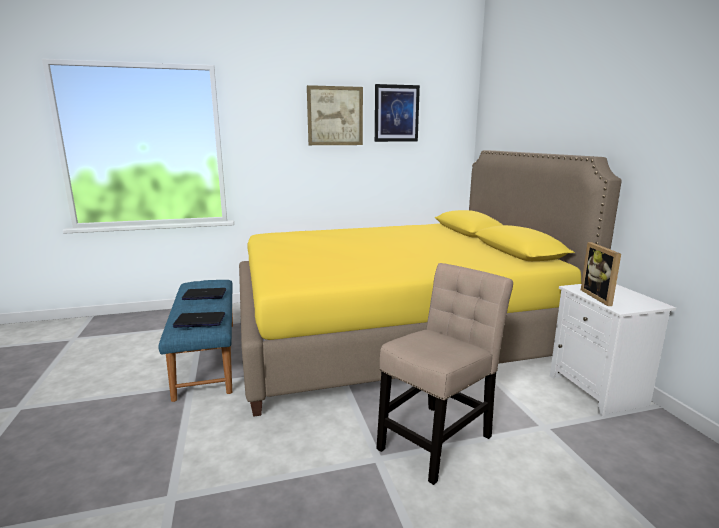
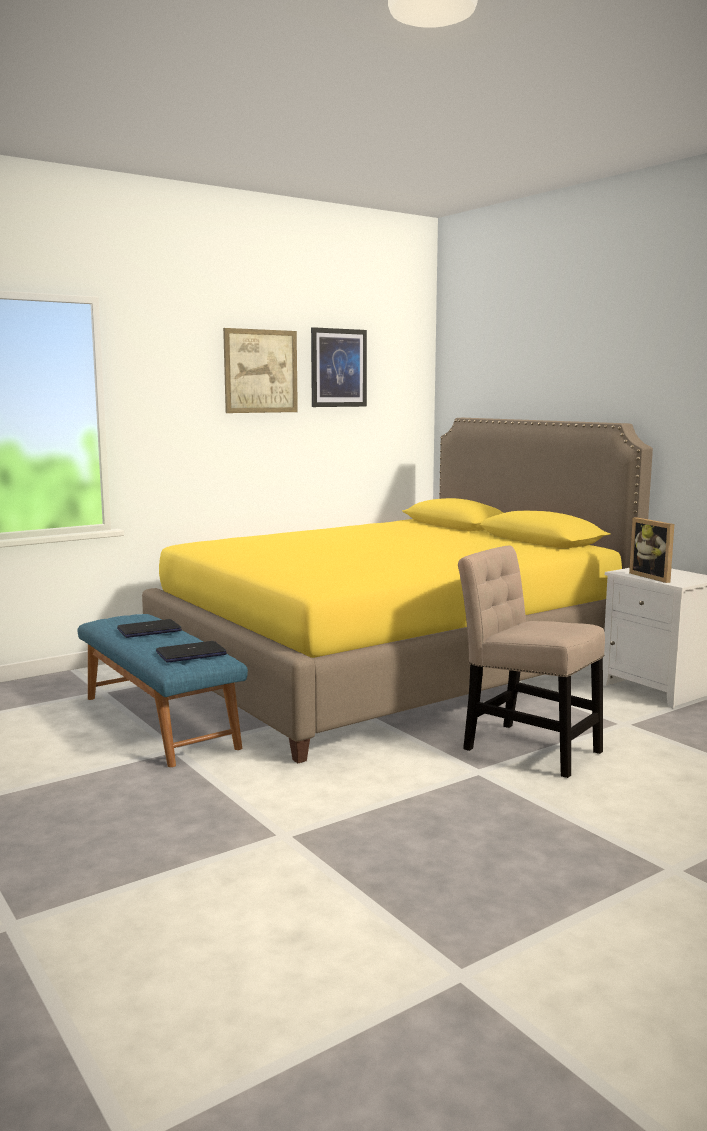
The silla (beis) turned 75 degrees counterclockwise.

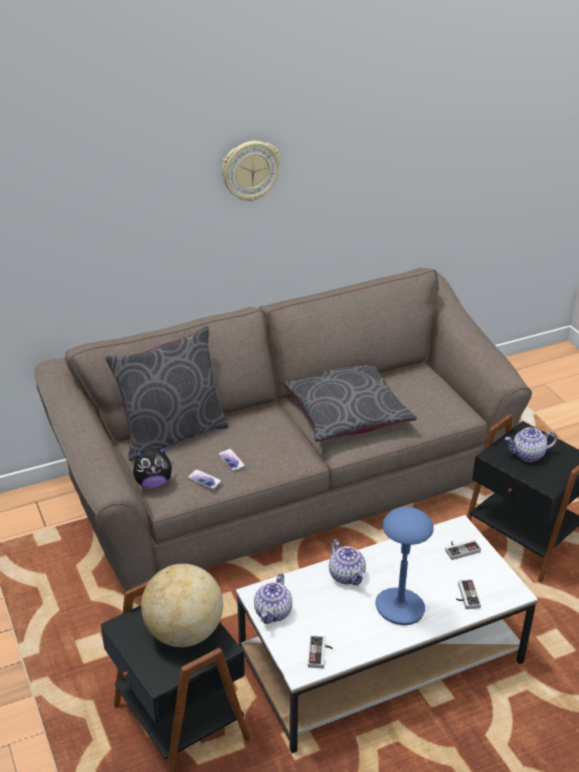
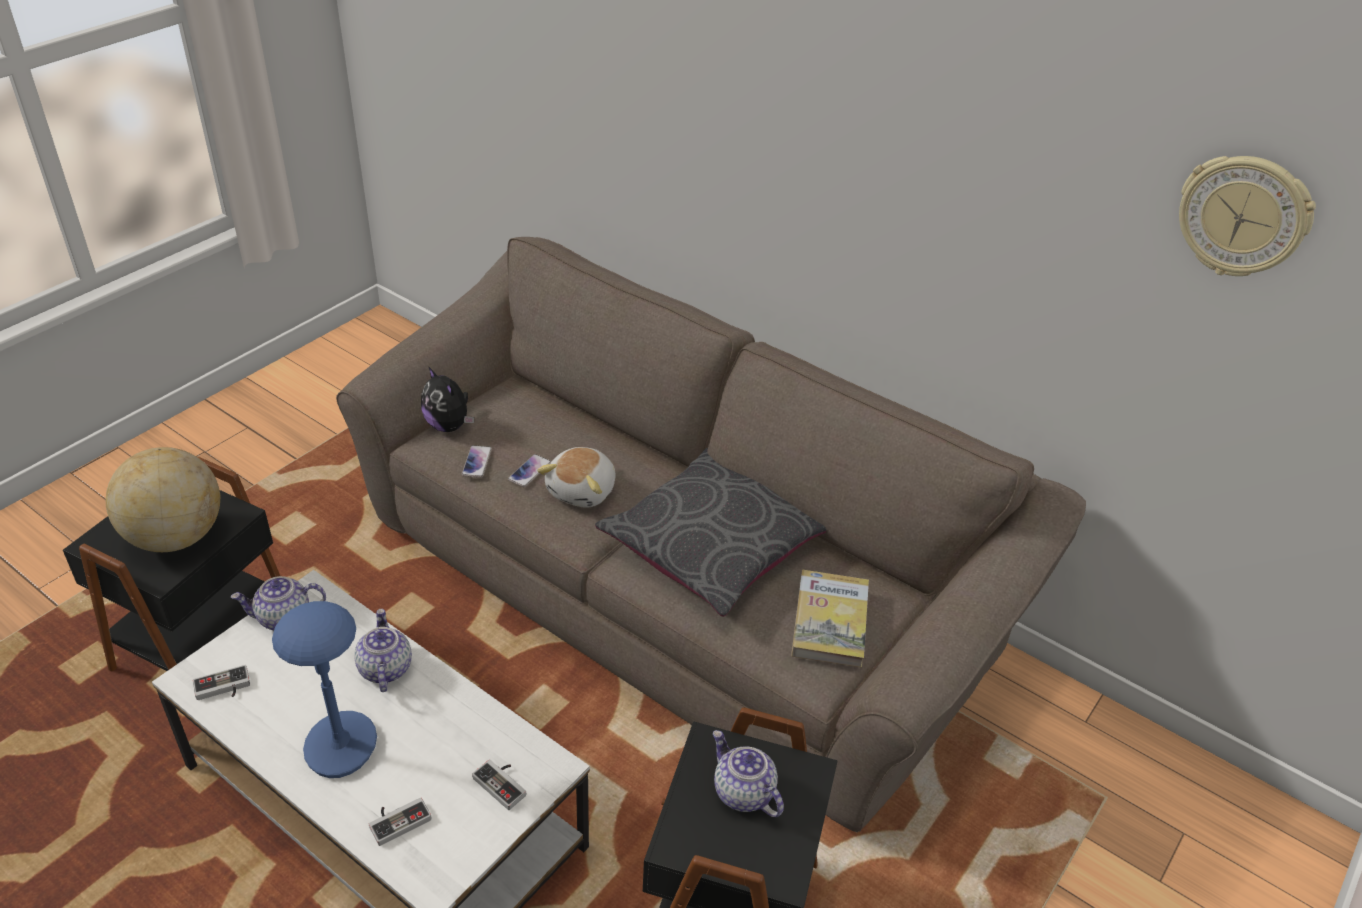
The cojín (gris) (no. 1 from left) disappeared. The reloj de pared moved. The tetera (no. 2 from left) turned 135 degrees clockwise. The peluche (no. 2 from left) appeared. The libro appeared.

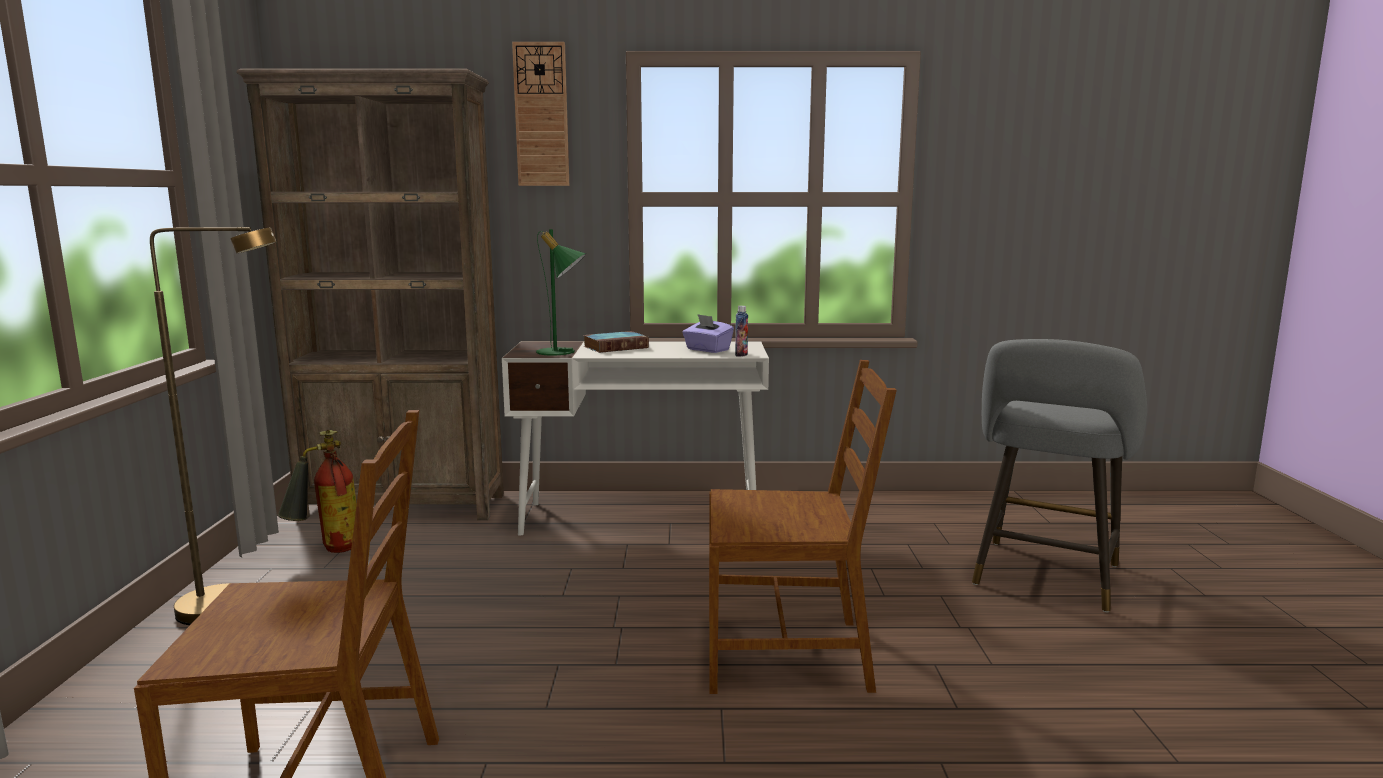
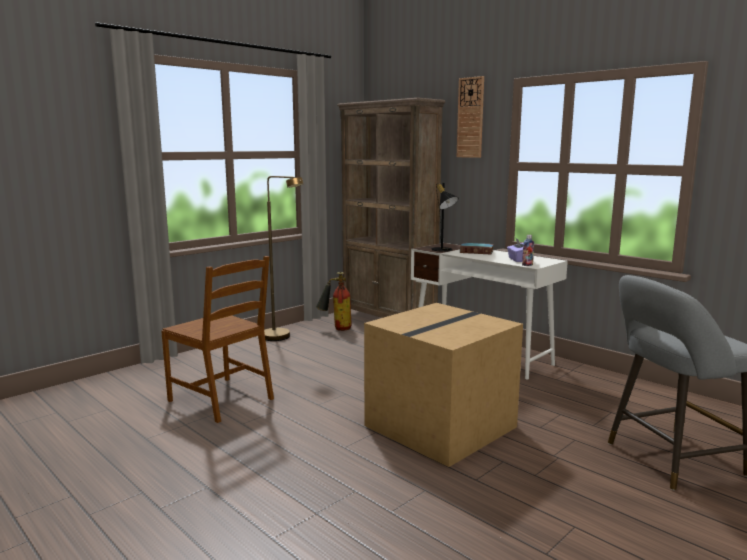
The lámpara de mesa (verde) became the lámpara de mesa (negro). The silla (marrón) (no. 2 from left) was replaced by the caja de cartón.

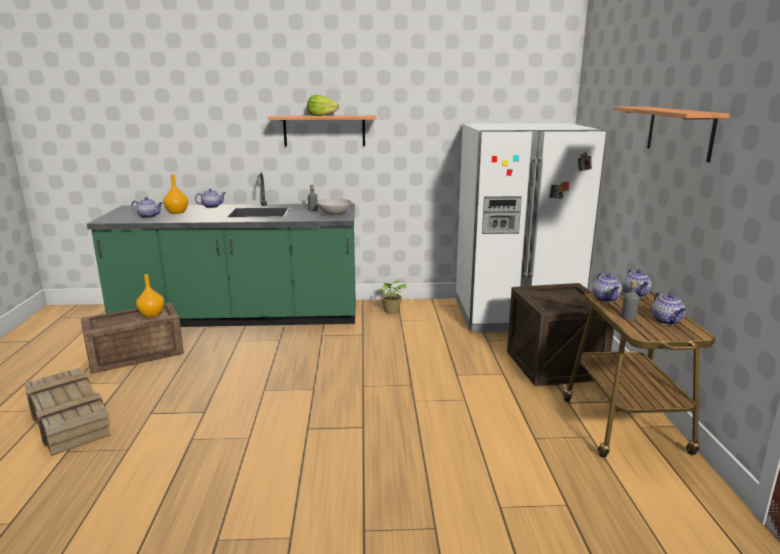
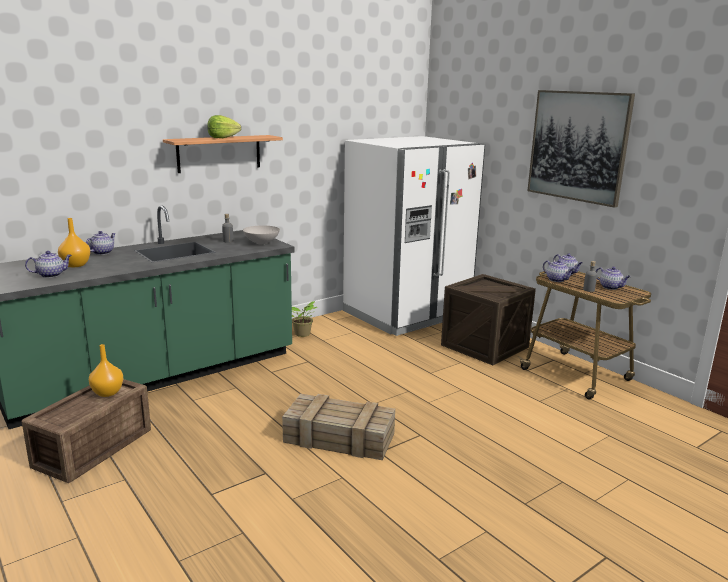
The caja de embalaje (no. 1 from left in the first image) moved. The estante (no. 2 from left) was replaced by the cuadro.

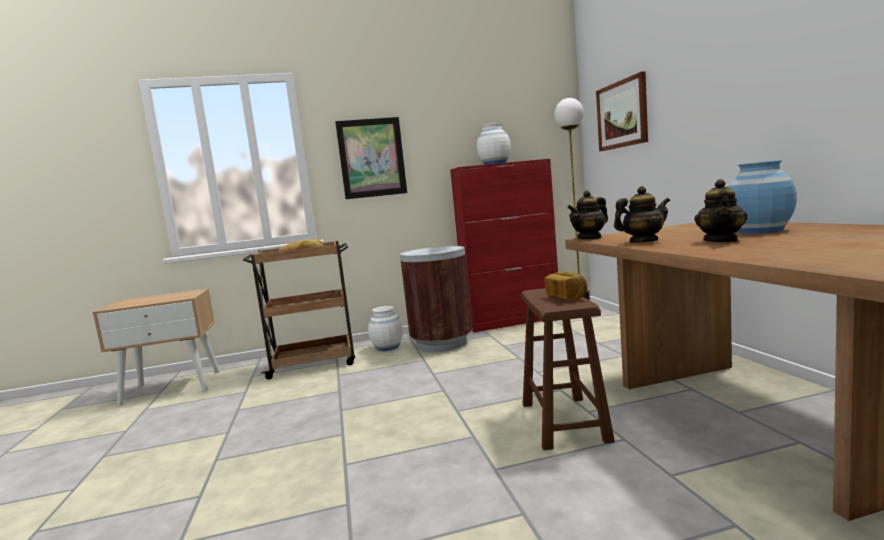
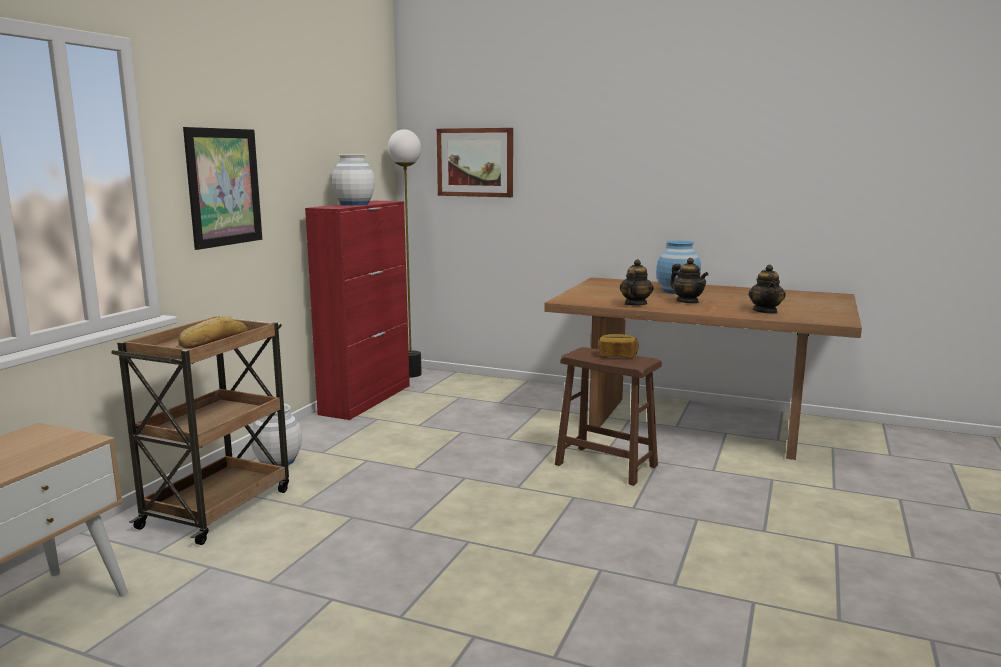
The papelera (marrón) disappeared. The tetera (no. 1 from left in the first image) moved.

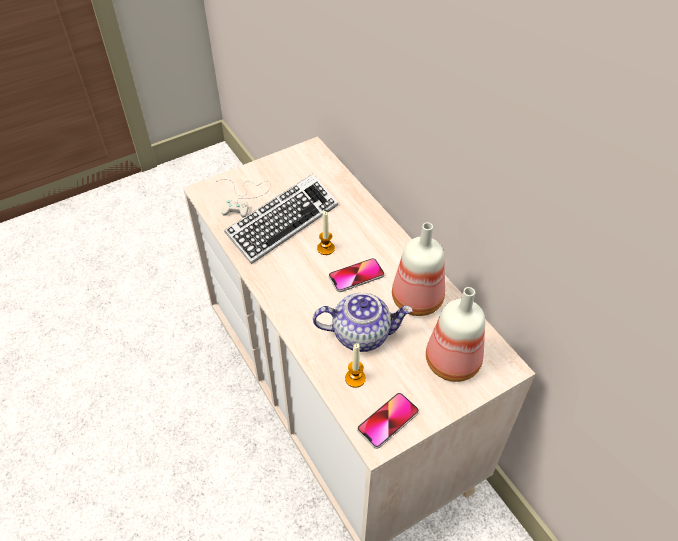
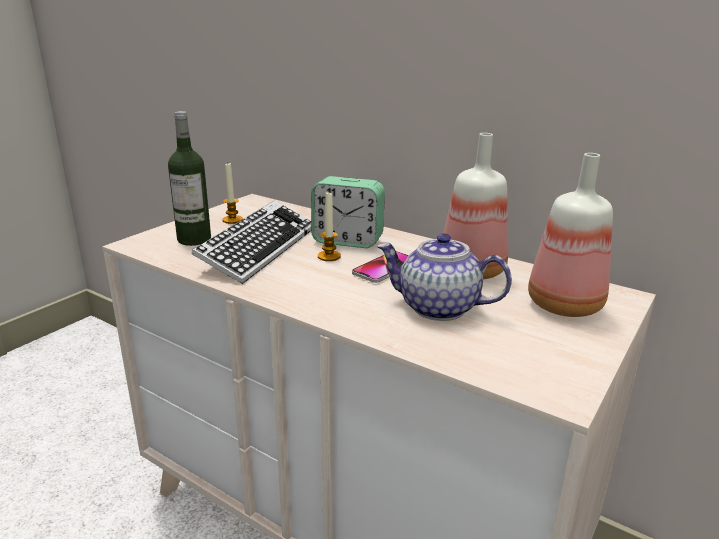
The mando de consola (blanco) was replaced by the botella (no. 1 from left). The tetera turned 135 degrees counterclockwise. The vela (no. 2 from left in the first image) moved. The móvil (no. 2 from left) disappeared. The despertador appeared.

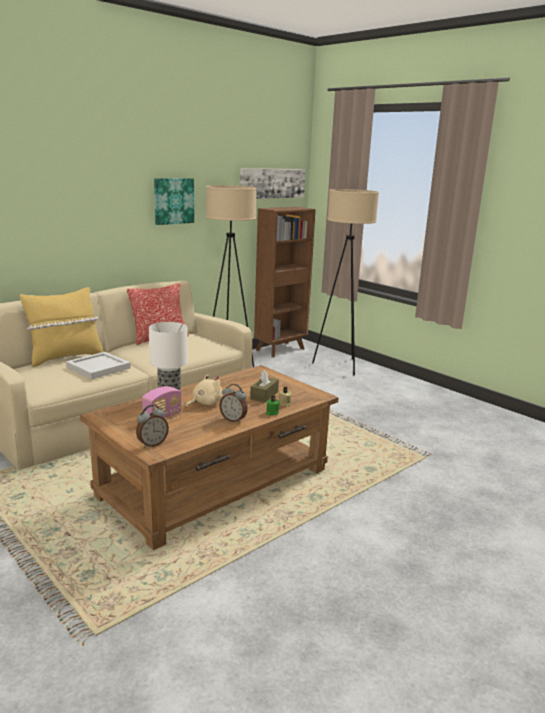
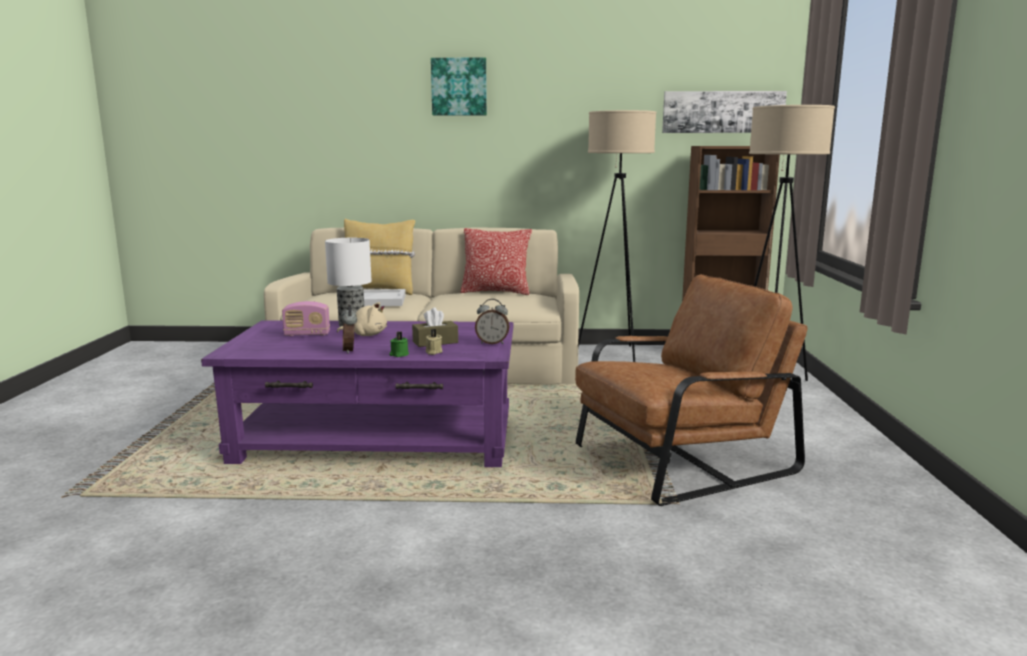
The mesa de centro (marrón) became the mesa de centro (morado). The despertador (no. 1 from left in the first image) moved. The cuadro (no. 1 from left) moved. The sillón (marrón) appeared.

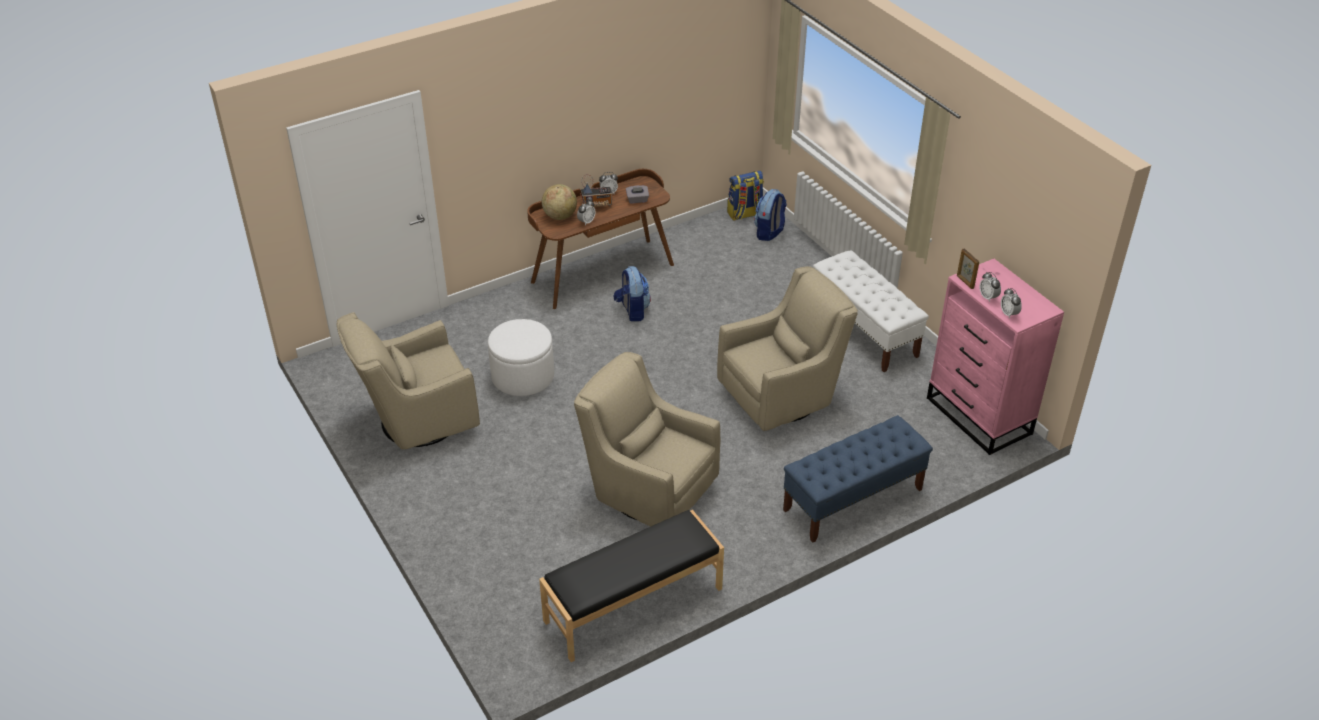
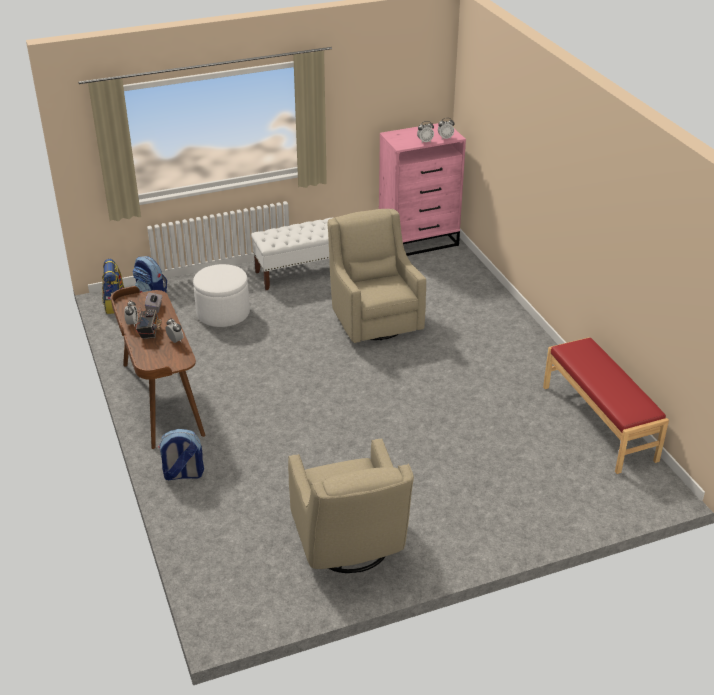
The puf (blanco) moved. The banco (negro) became the banco (rojo). The globo terráqueo disappeared. The sillón (beis) (no. 2 from left) disappeared. The mochila (no. 1 from left in the first image) moved. The banco (azul) disappeared. The portarretratos disappeared.

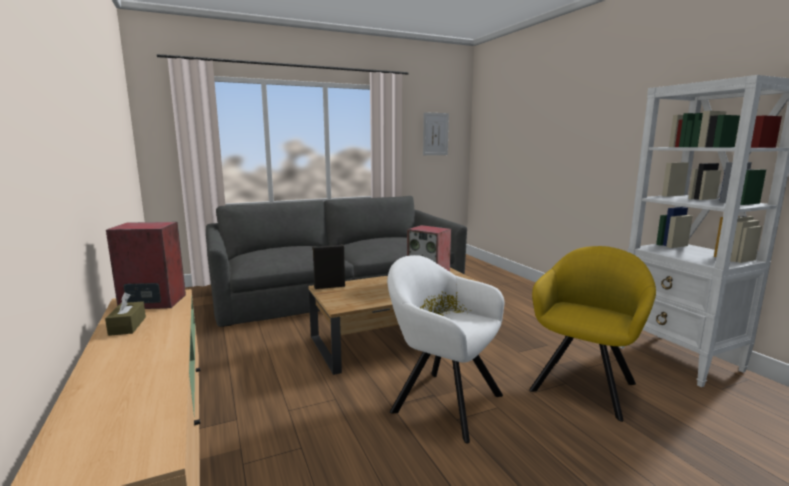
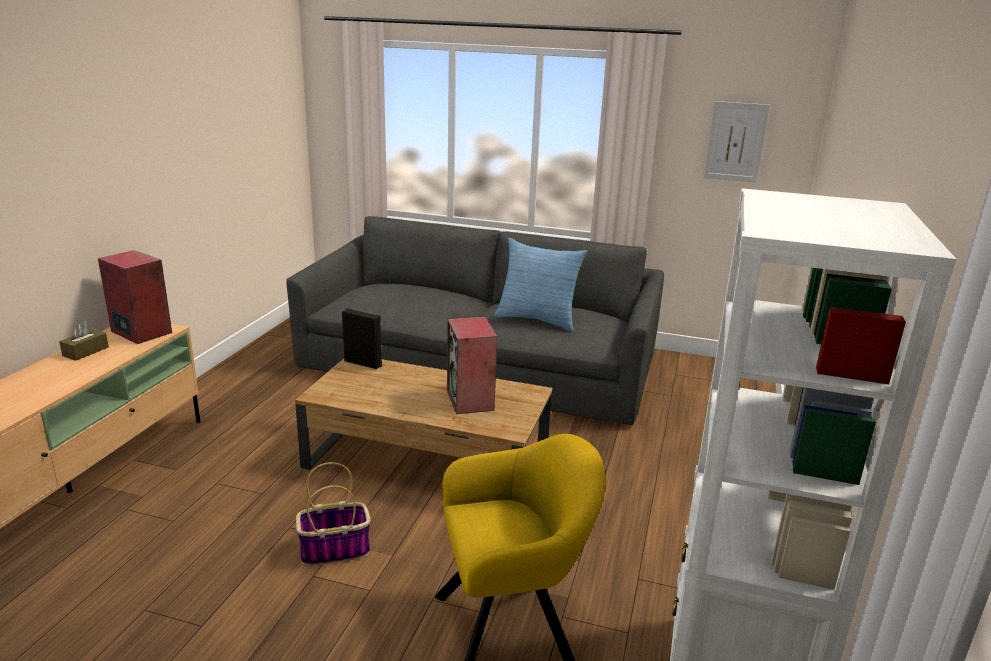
The sillón (blanco) was replaced by the cesta. The cojín appeared.

